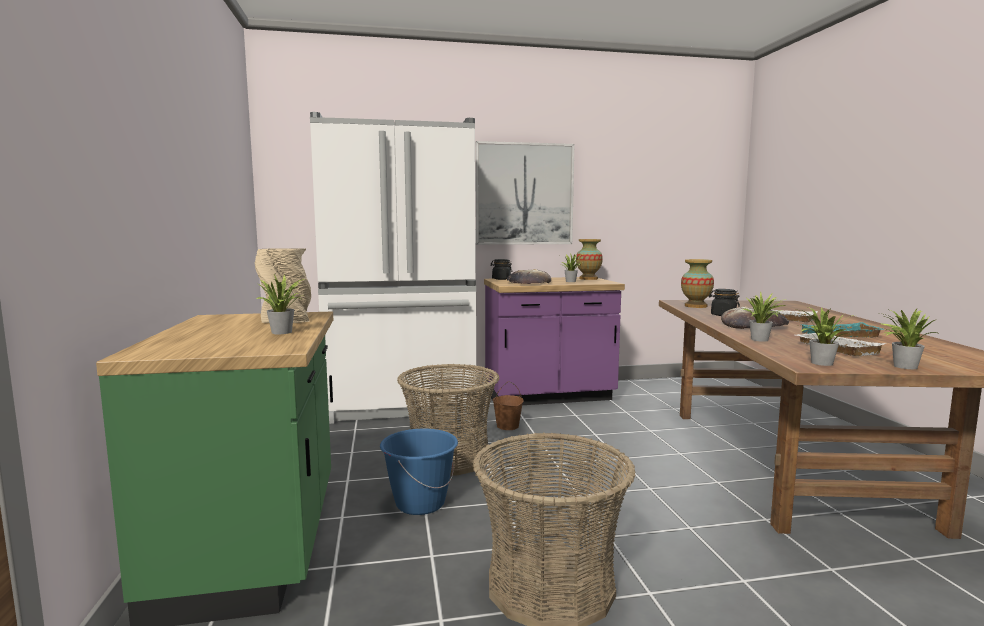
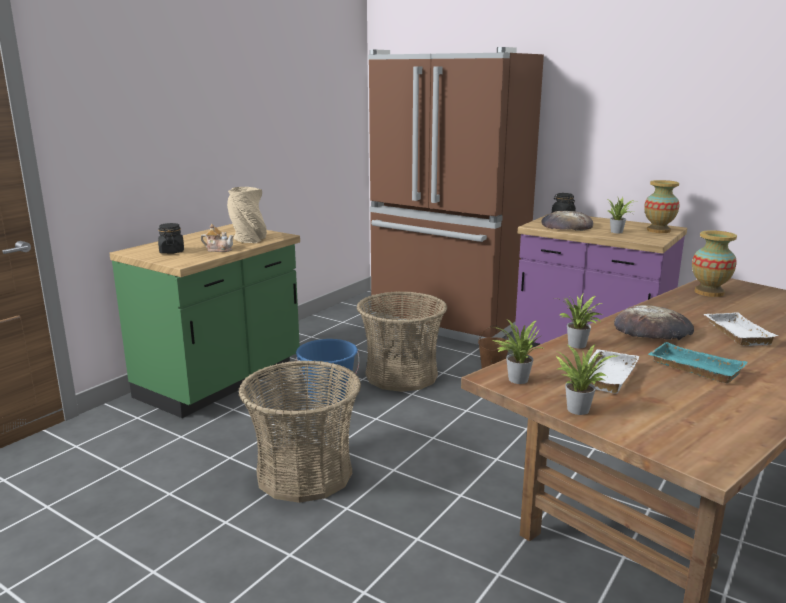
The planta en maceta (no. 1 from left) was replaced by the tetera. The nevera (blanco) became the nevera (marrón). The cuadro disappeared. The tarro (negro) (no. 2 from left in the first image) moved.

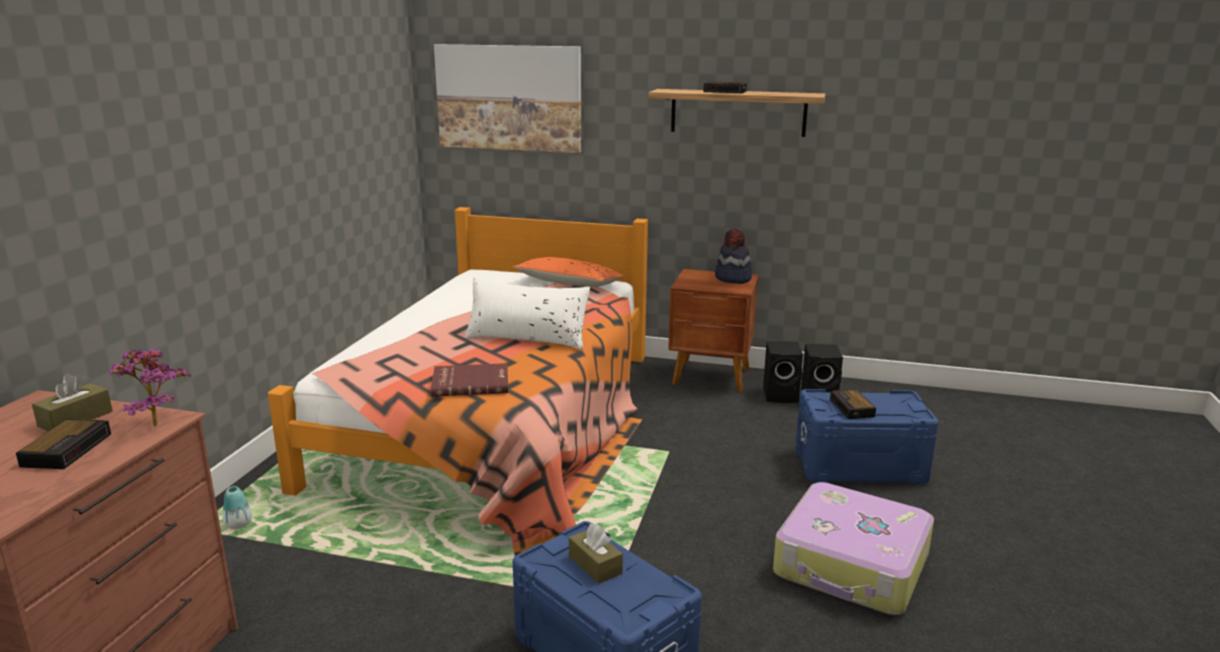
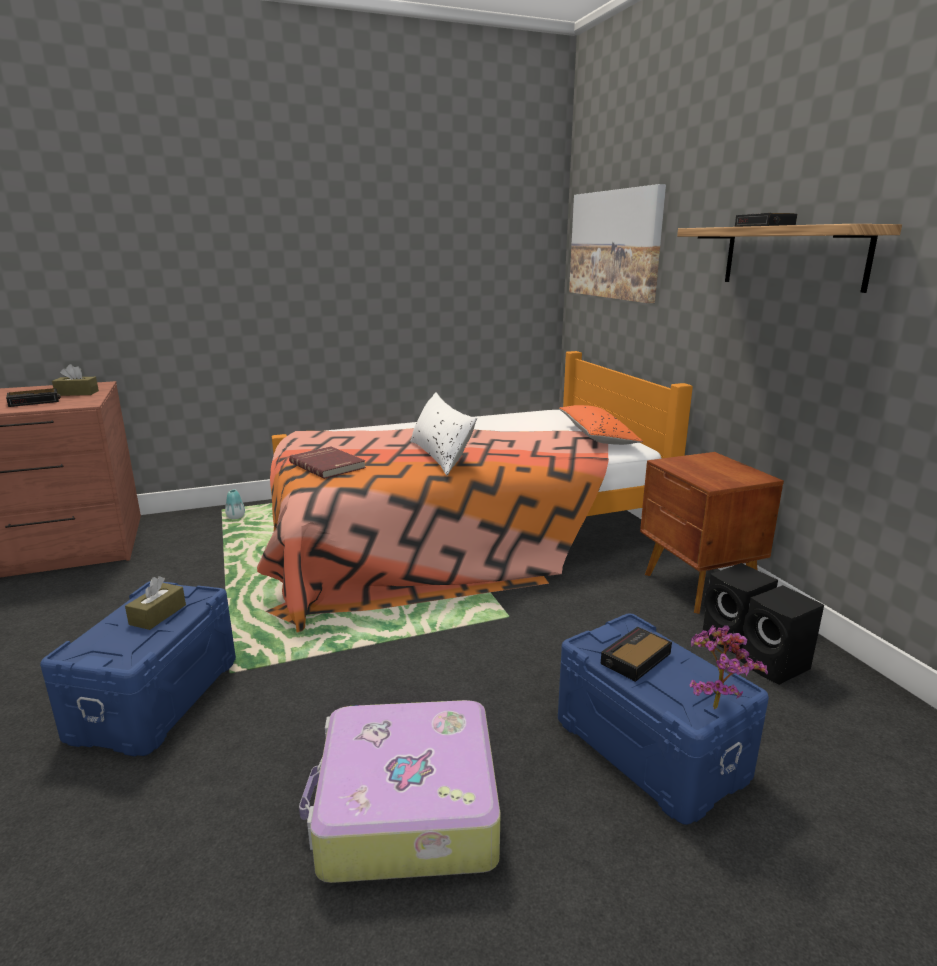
The planta en maceta moved. The sombrero disappeared.

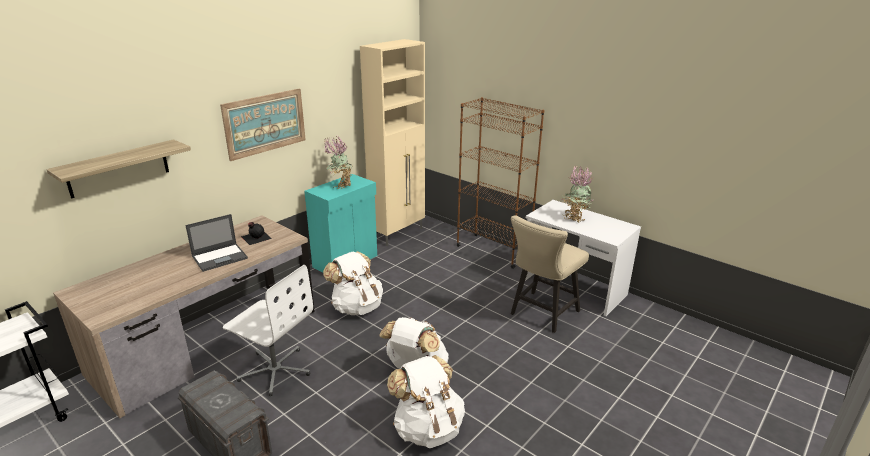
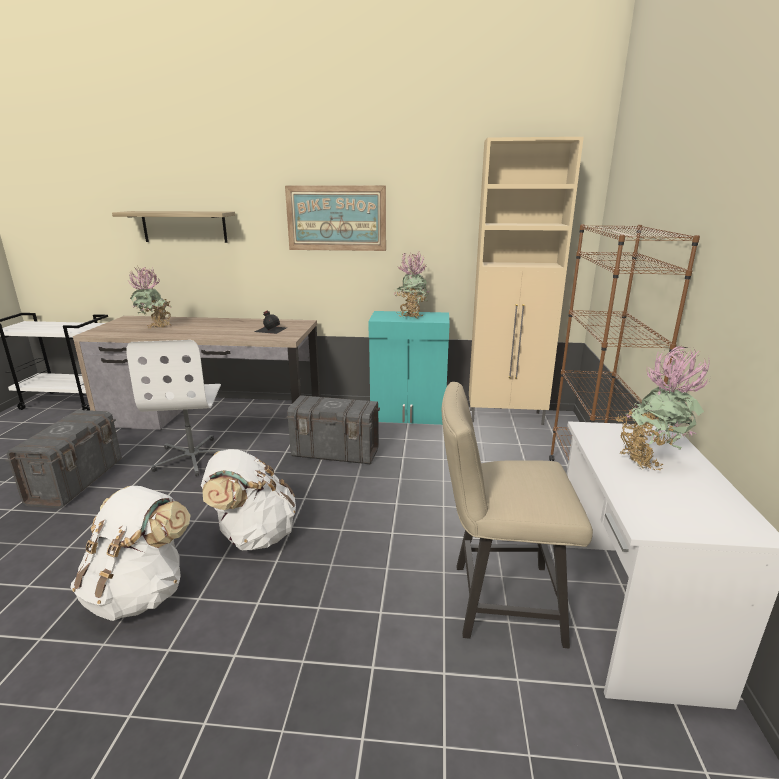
The portátil disappeared. The mochila (blanco) (no. 1 from left) was replaced by the caja de almacenaje (gris) (no. 2 from left). The planta en maceta (no. 1 from left) appeared.

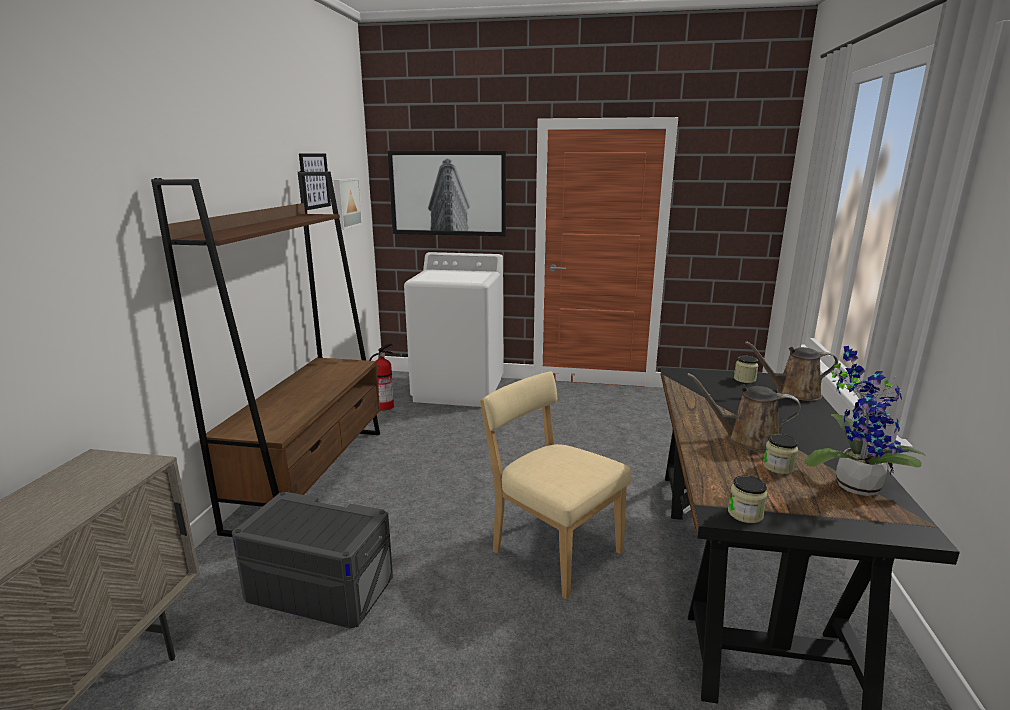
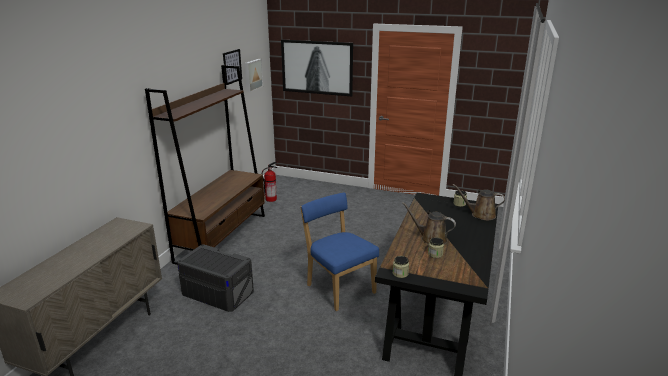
The lavadora (blanco) disappeared. The silla (beis) became the silla (azul). The planta en maceta disappeared.

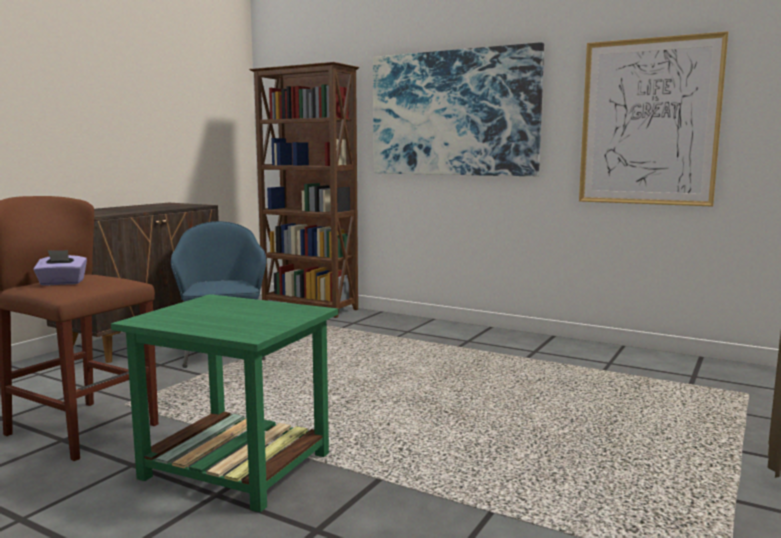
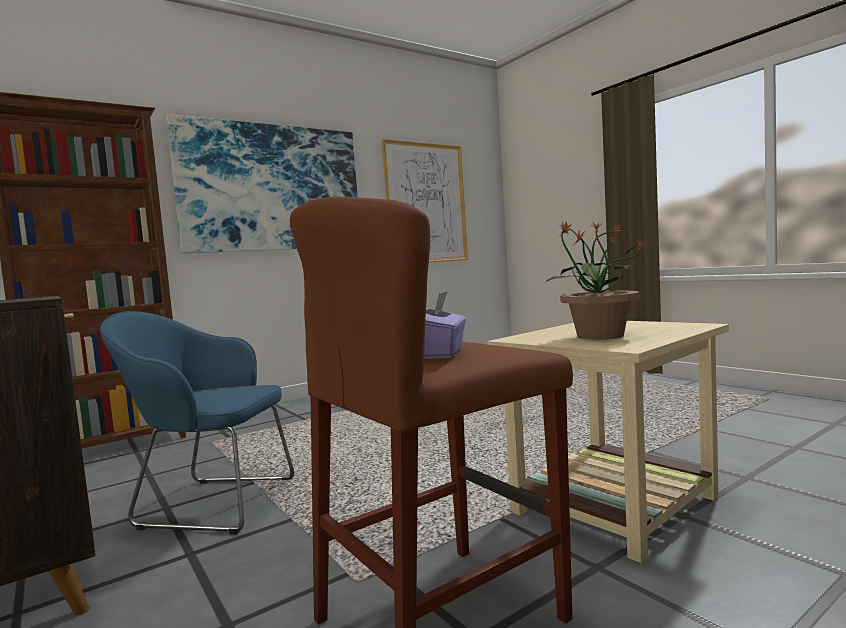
The mesa auxiliar (verde) became the mesa auxiliar (beis). The planta en maceta appeared.

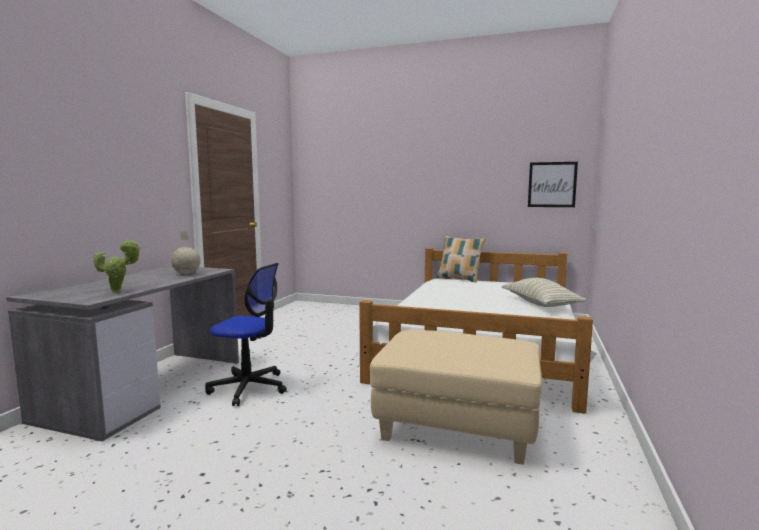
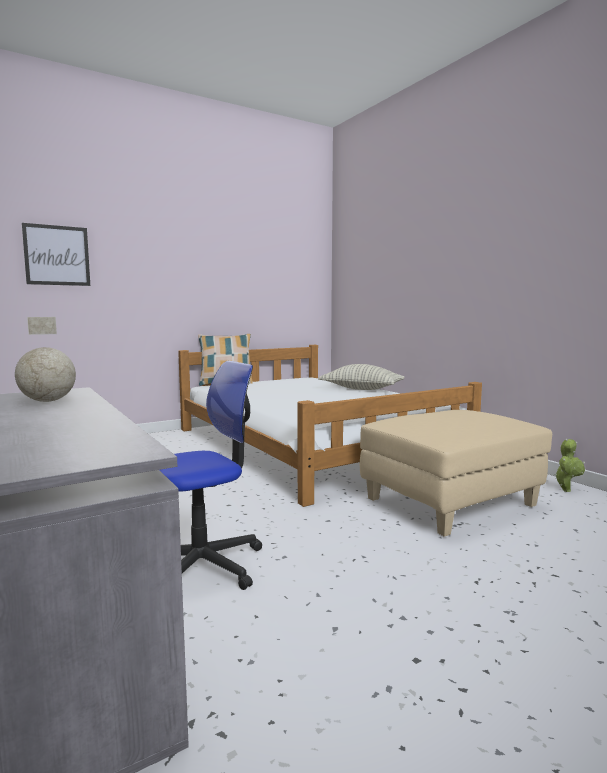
The planta en maceta moved. The cuadro moved.

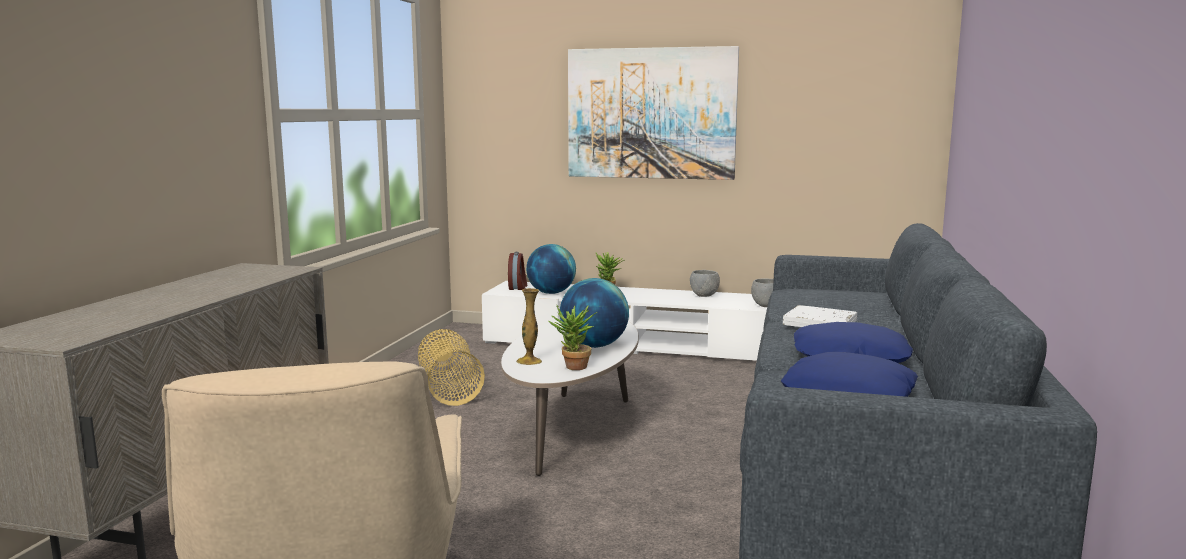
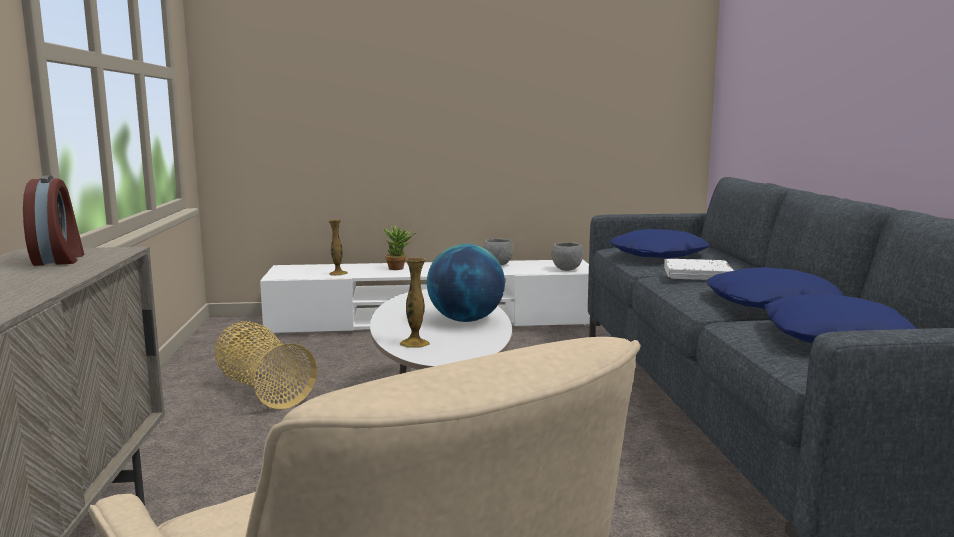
The despertador moved. The globo terráqueo (no. 1 from left) was replaced by the florero (no. 1 from left). The planta en maceta (no. 1 from left) disappeared. The cuadro disappeared. The cojín (azul) (no. 1 from left) appeared.

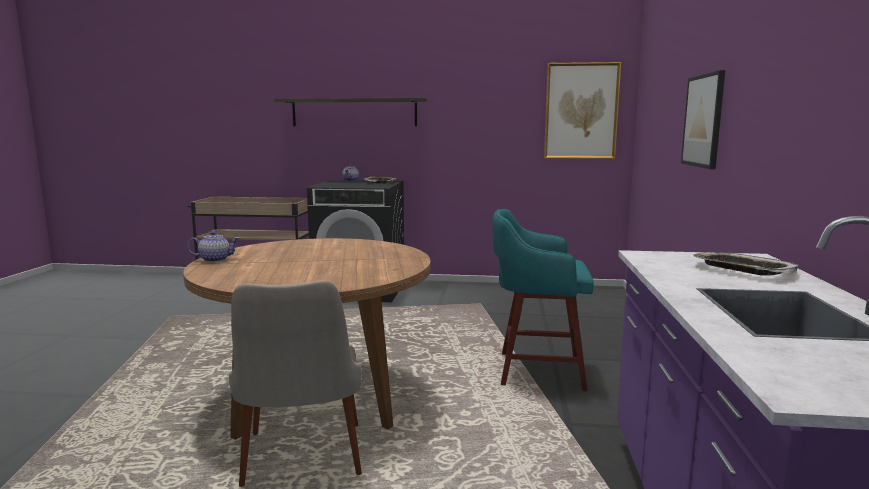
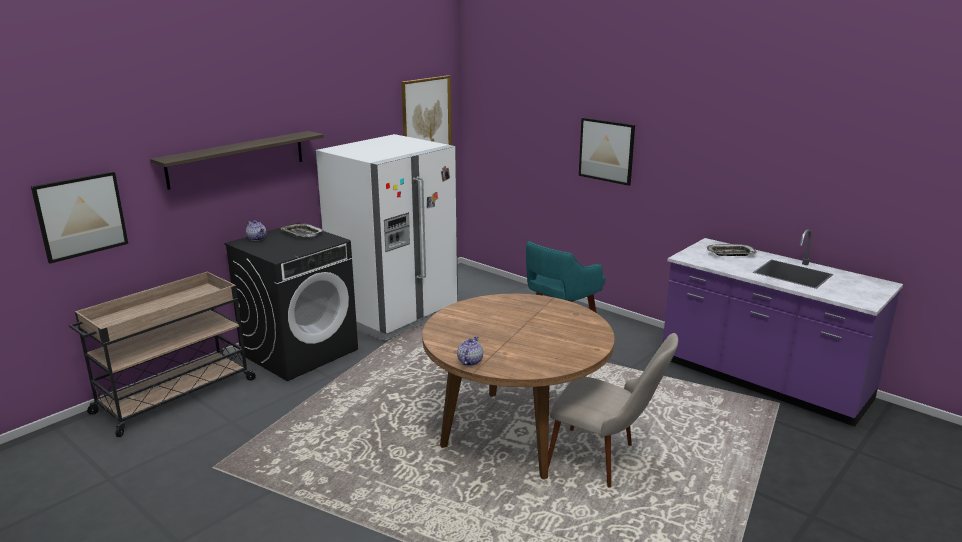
The cuadro (no. 1 from left) appeared. The nevera (blanco) appeared.

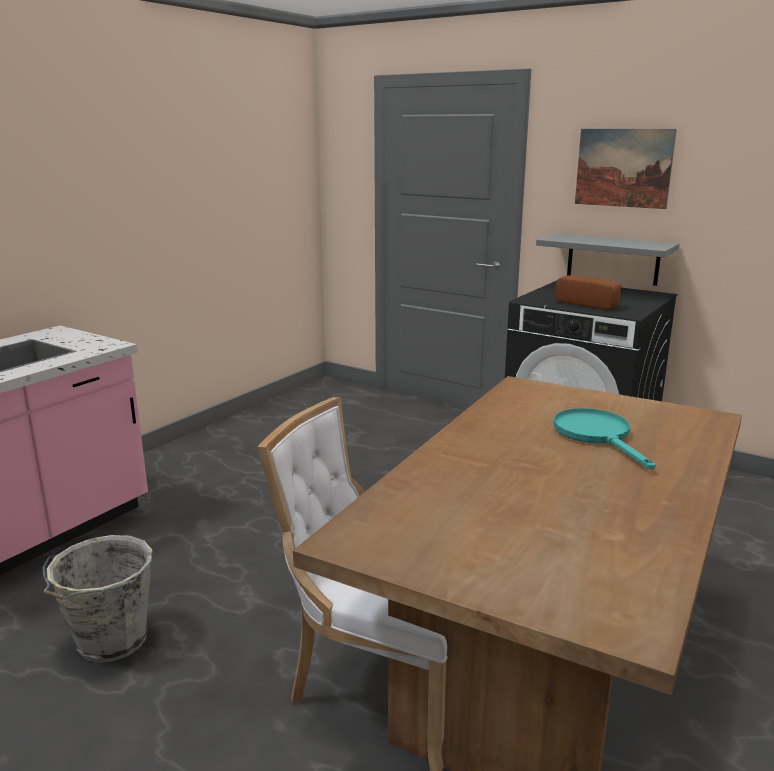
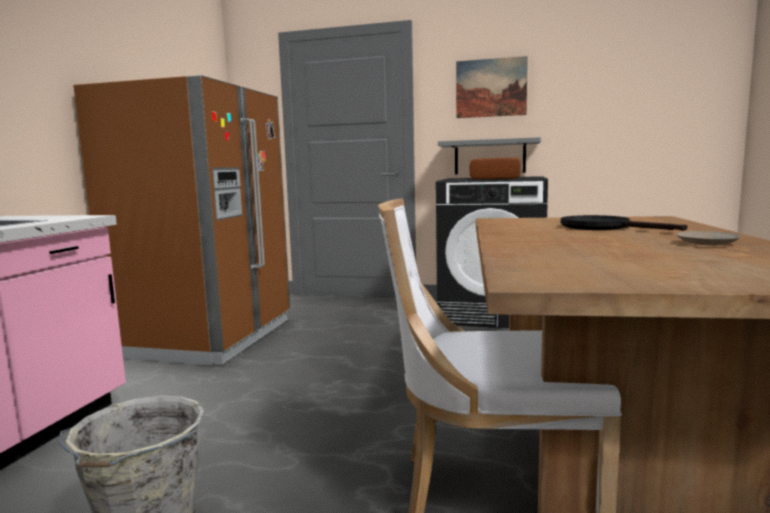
The sartén (turquesa) became the sartén (negro). The nevera (marrón) appeared. The plato (beis) appeared.

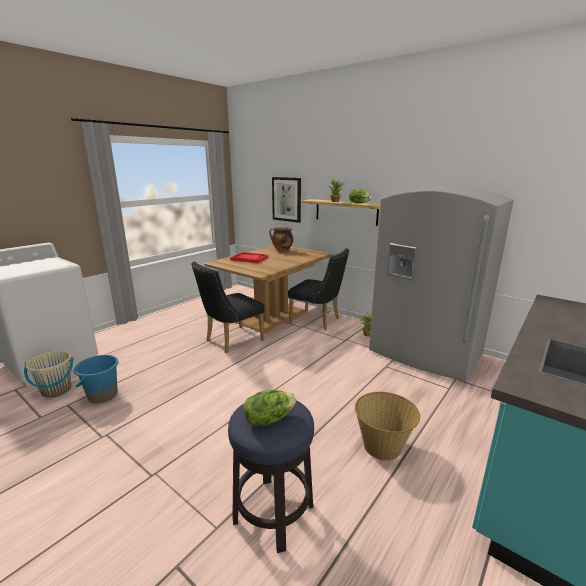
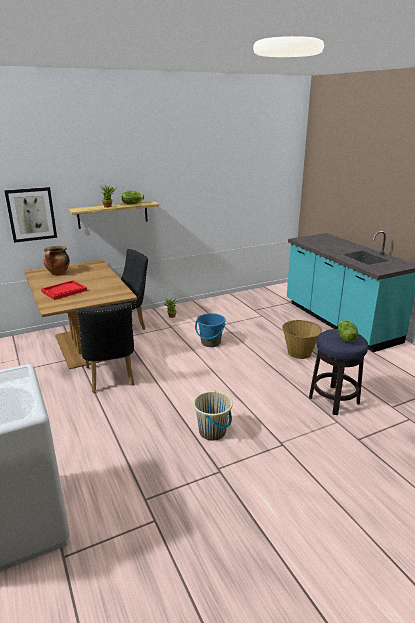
The cubo (beis) moved. The cubo (azul) moved. The nevera (gris) disappeared.

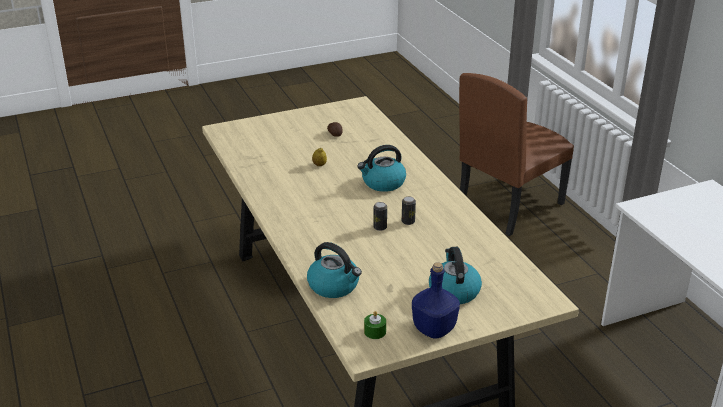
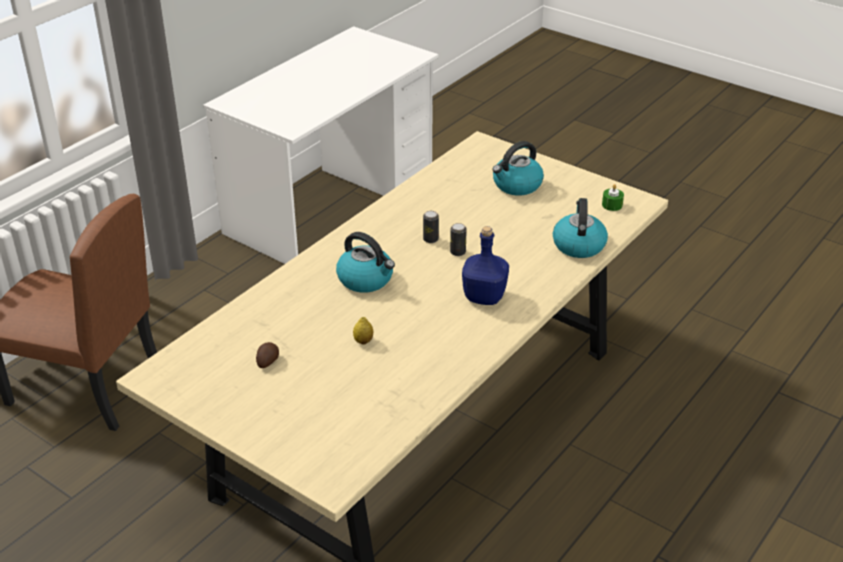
The botella (azul) moved.

